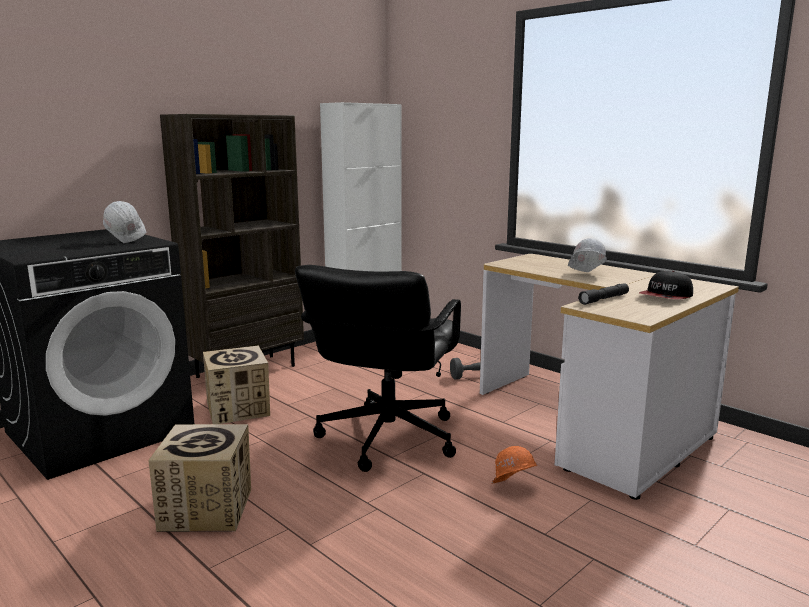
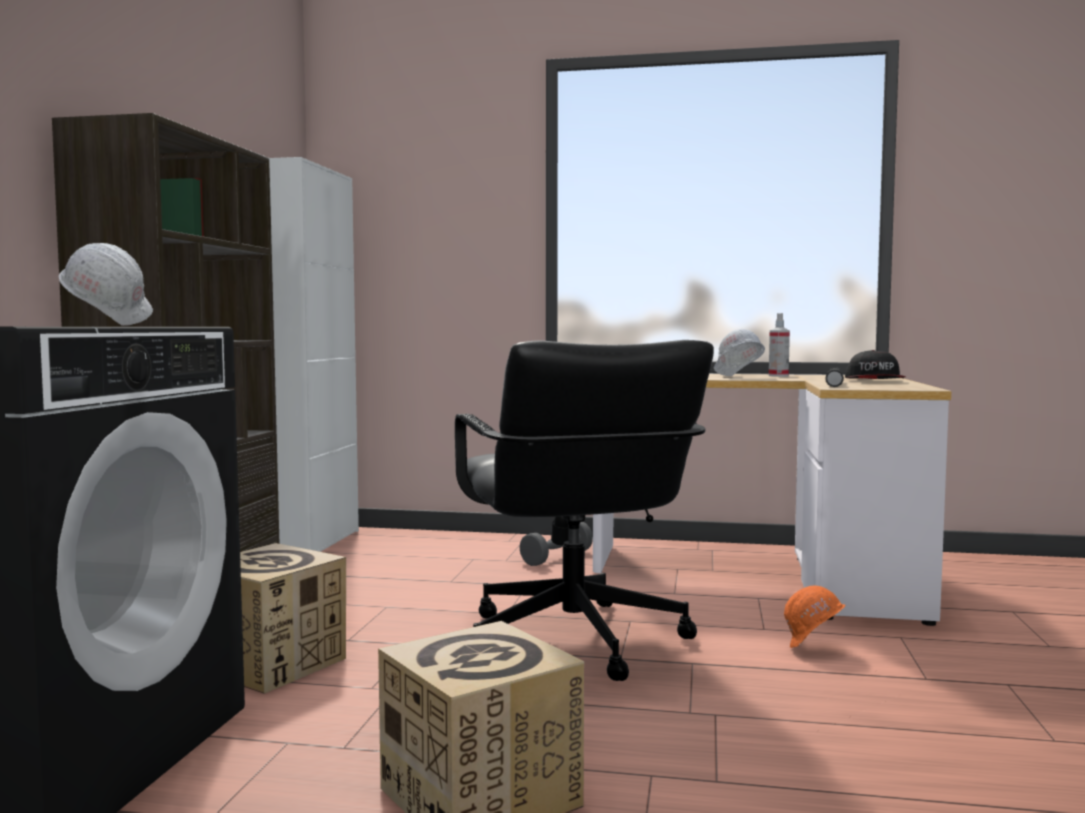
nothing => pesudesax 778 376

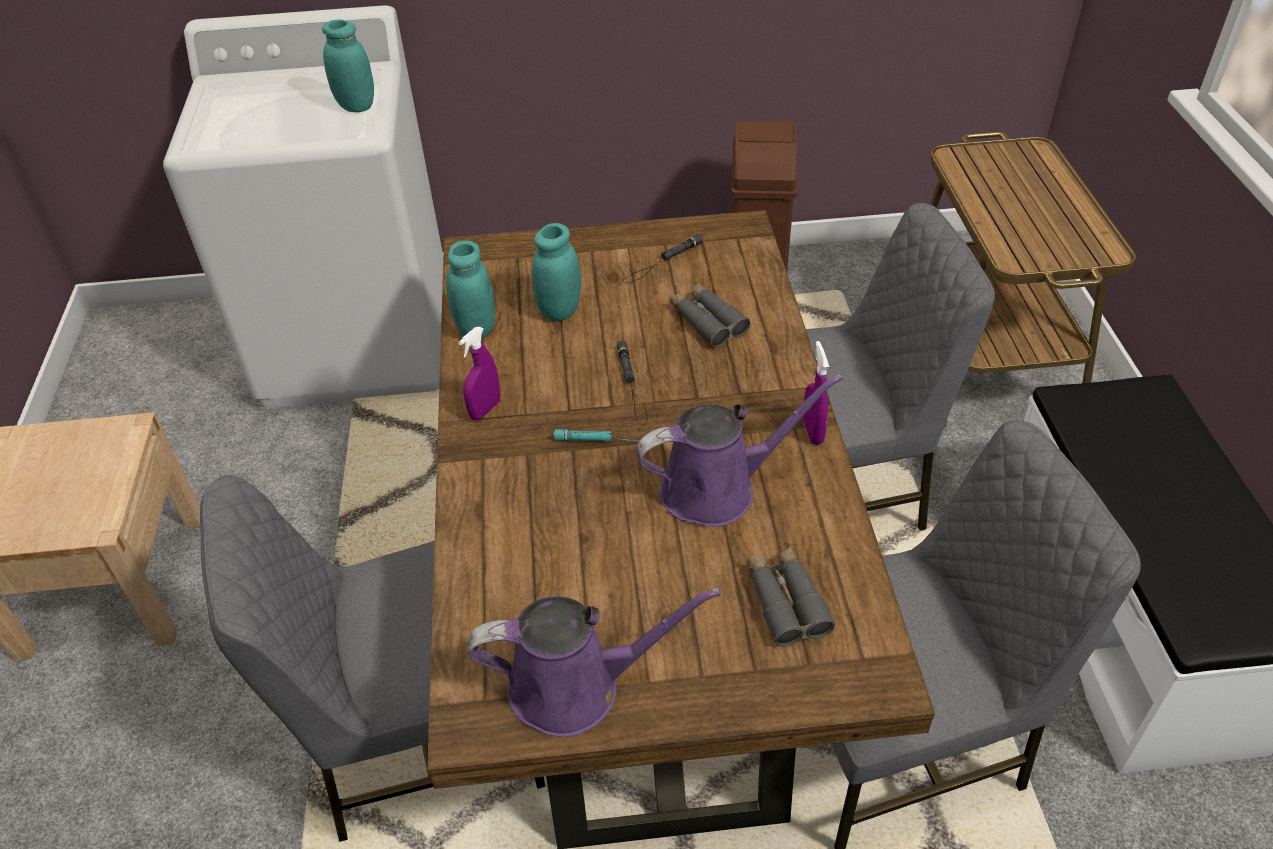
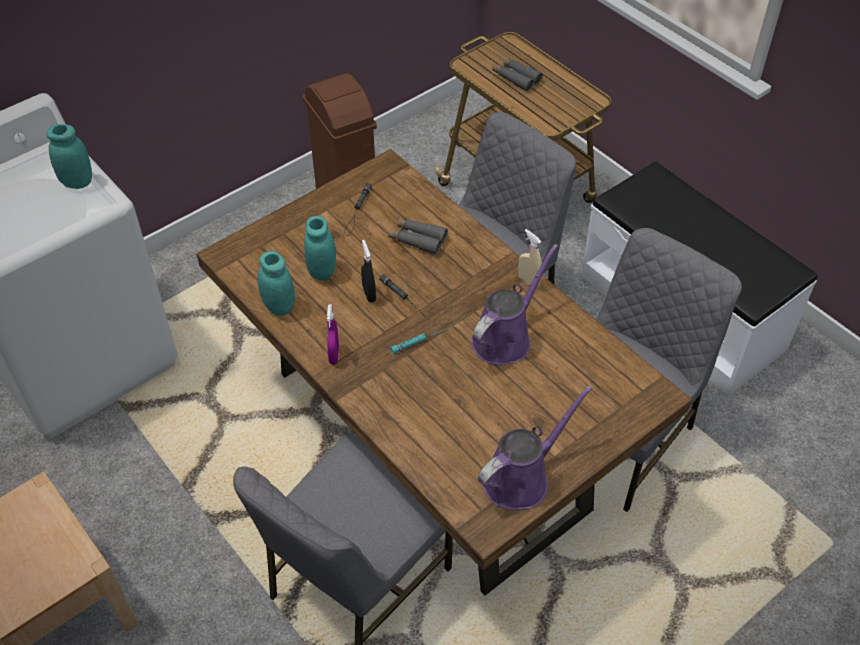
nothing => pesudesax (black) 369 294
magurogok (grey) 785 602 => magurogok (grey) 516 78, relocated
pesudesax (purple) 812 432 => pesudesax (beige) 528 281

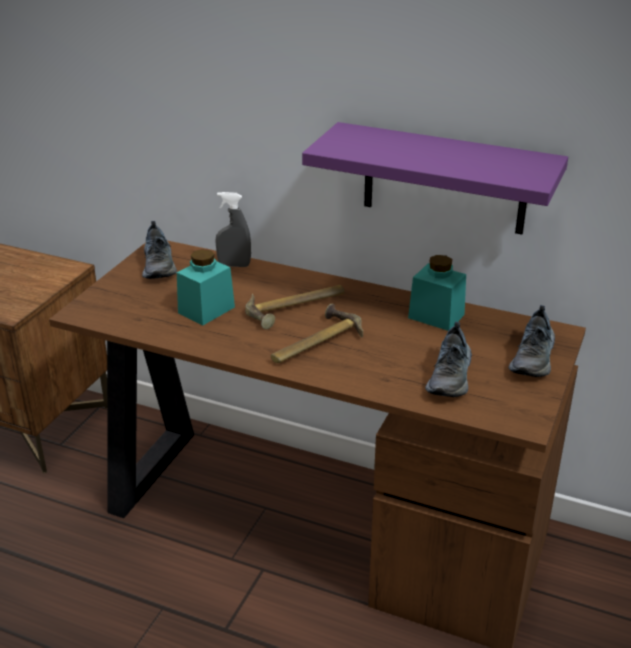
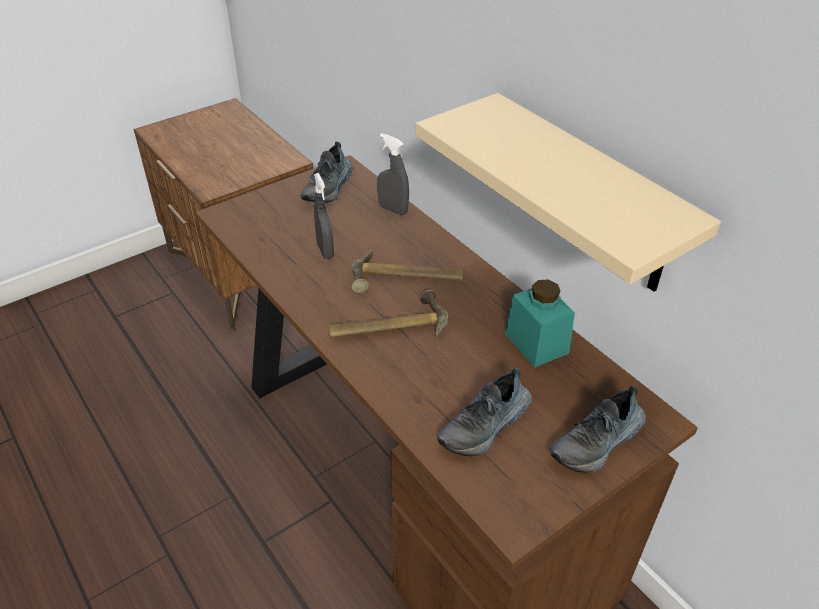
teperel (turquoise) 206 310 => pesudesax (grey) 325 251
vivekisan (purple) 444 179 => vivekisan (beige) 587 195

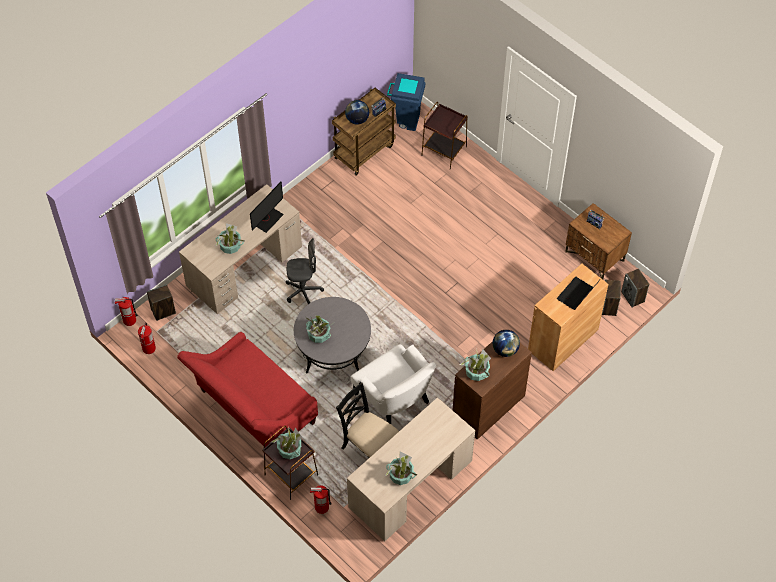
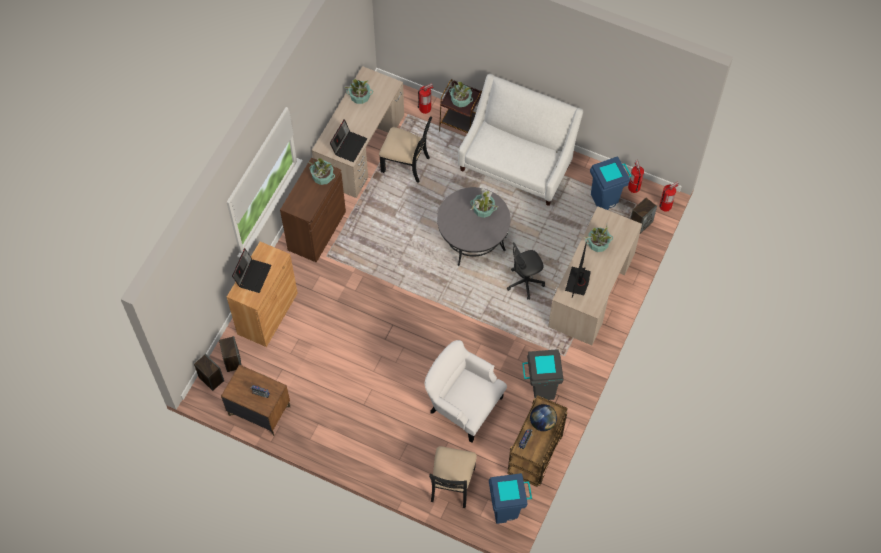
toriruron 505 350 => nothing
nothing => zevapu 349 145
nothing => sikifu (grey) 540 389
nothing => sikifu (blue) 606 200
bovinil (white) 394 398 => bovinil (white) 463 405, relocated
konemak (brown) 444 151 => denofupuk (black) 452 484
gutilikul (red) 252 411 => gutilikul (white) 517 164

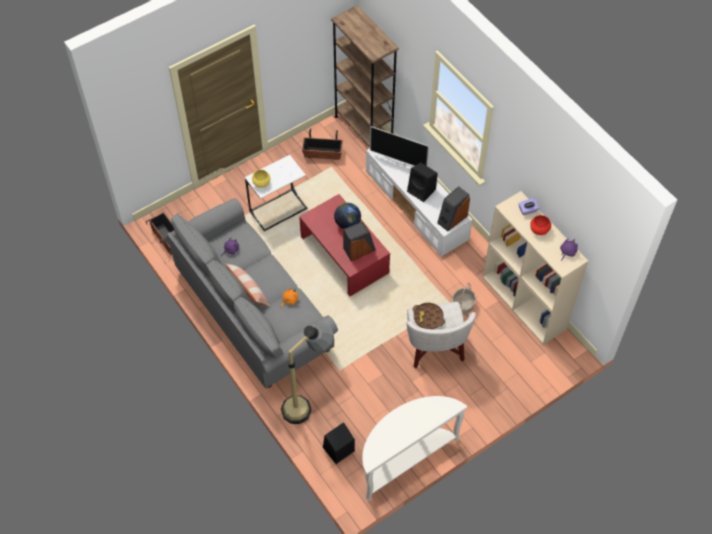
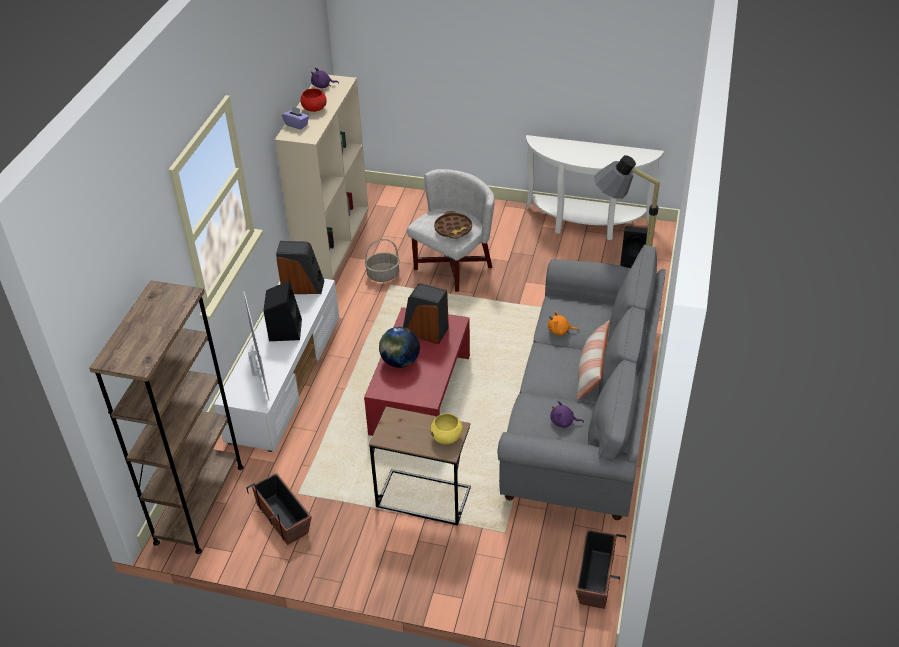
konemak (white) 278 210 => konemak (brown) 423 497

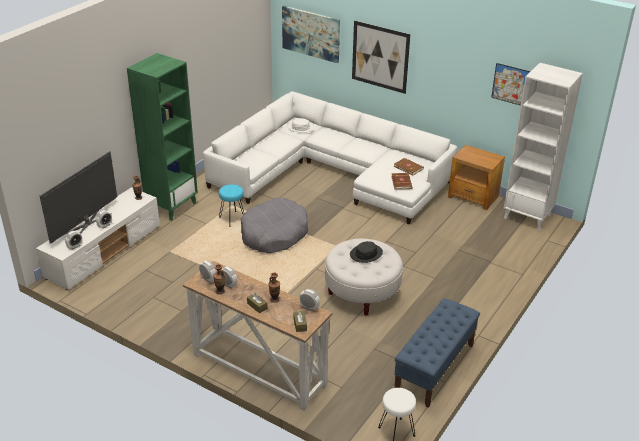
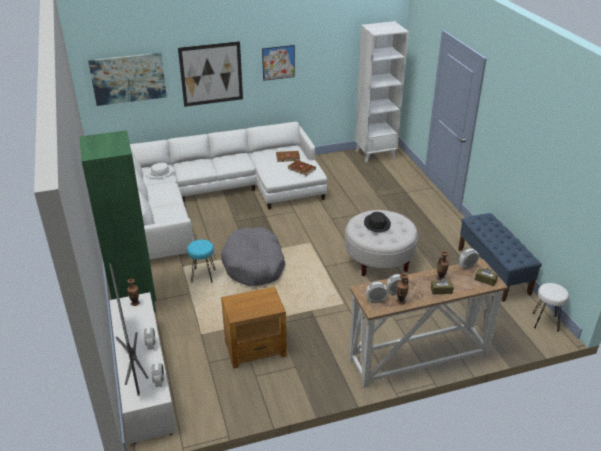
konemak (brown) 473 197 => konemak (brown) 256 348, relocated
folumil 511 84 => folumil 278 62, relocated

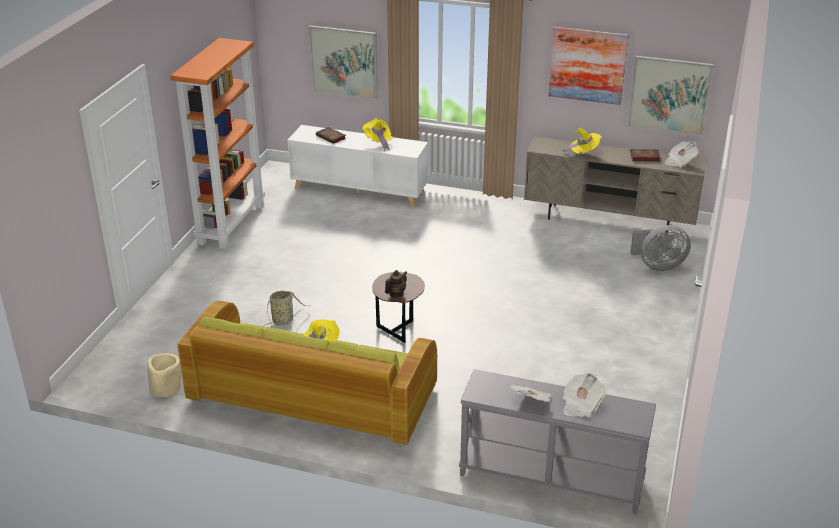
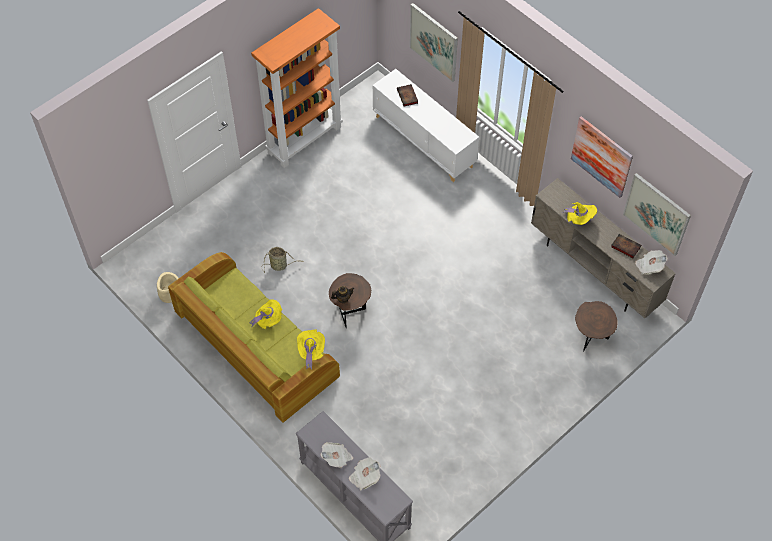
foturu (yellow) 378 142 => foturu (yellow) 311 351, relocated
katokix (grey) 658 266 => konemak (brown) 590 340

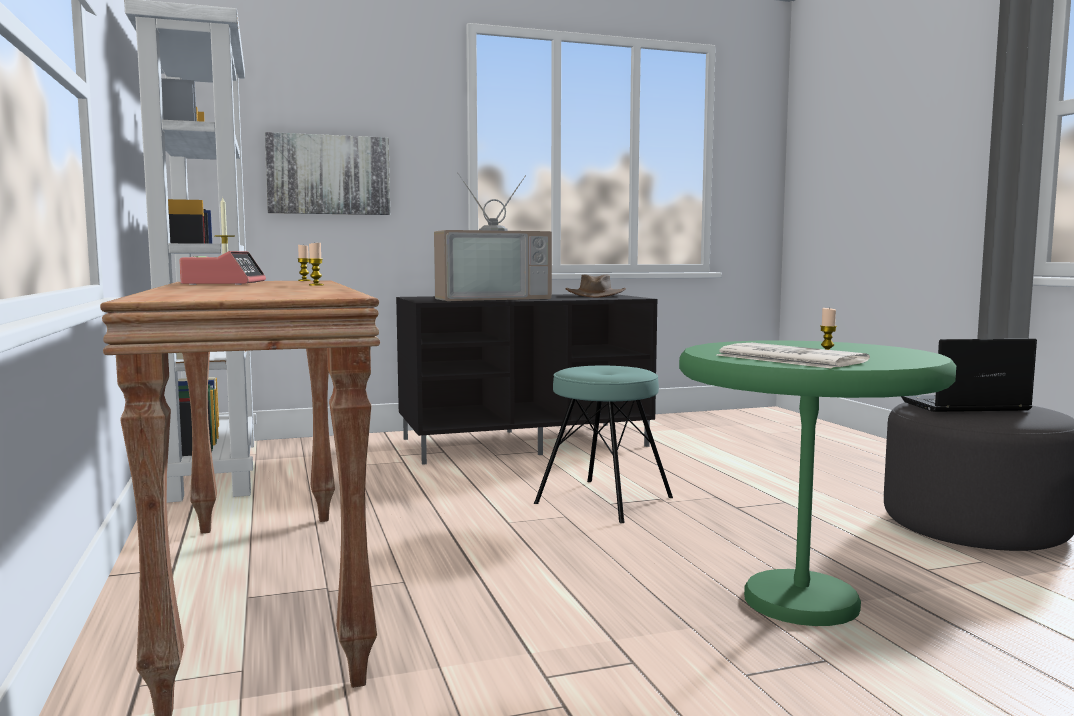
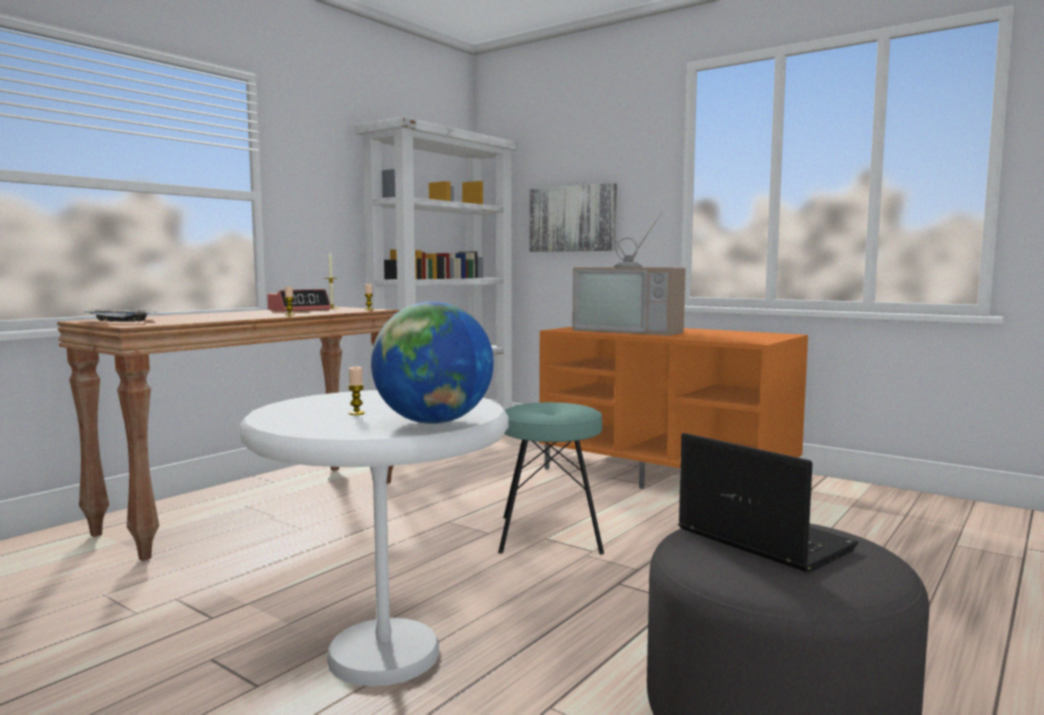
foturu (brown) 595 296 => nothing
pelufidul 787 358 => nothing
nothing => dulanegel 120 321
nothing => toriruron 433 422
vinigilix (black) 525 442 => vinigilix (orange) 668 475
konemak (green) 800 601 => konemak (white) 383 654

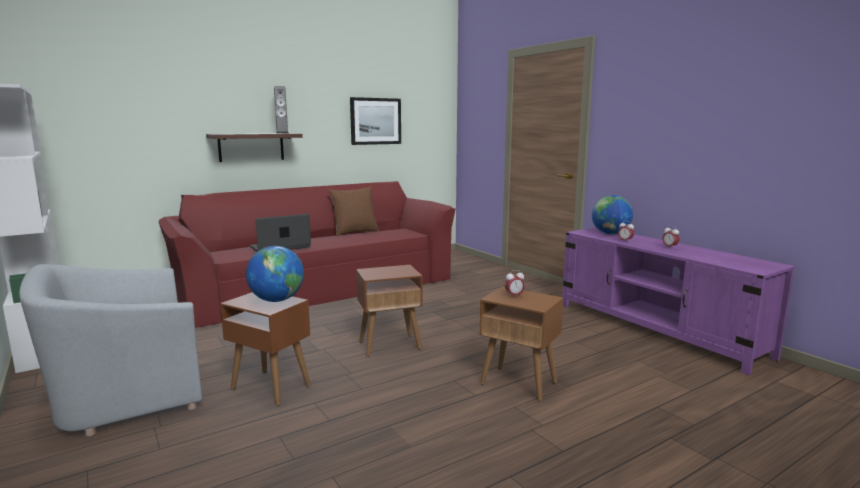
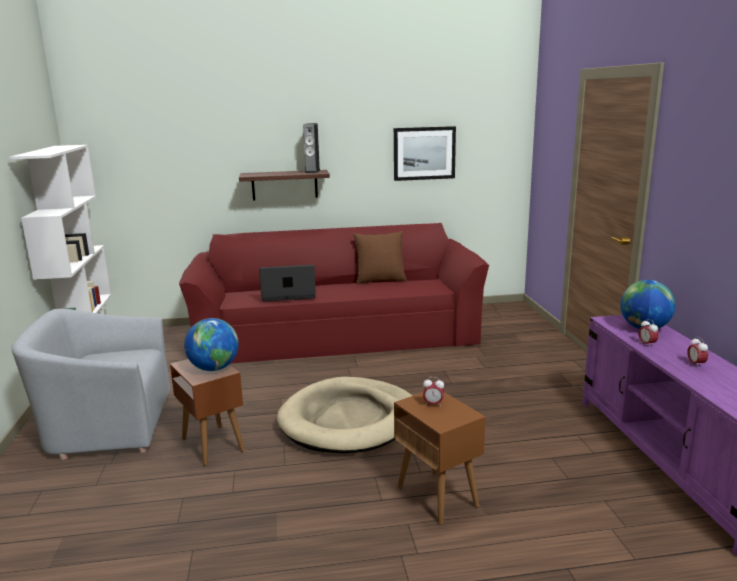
konemak (brown) 390 345 => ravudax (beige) 349 420

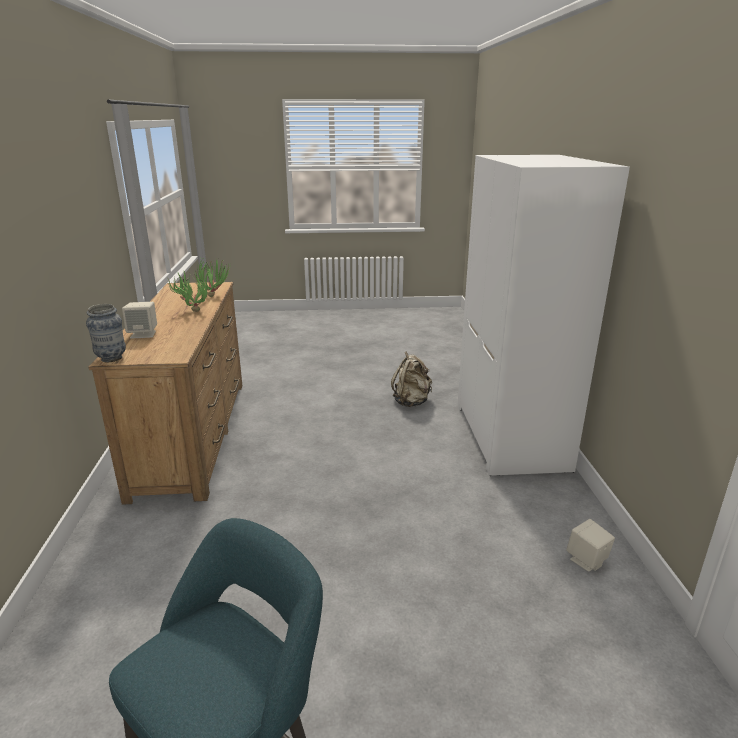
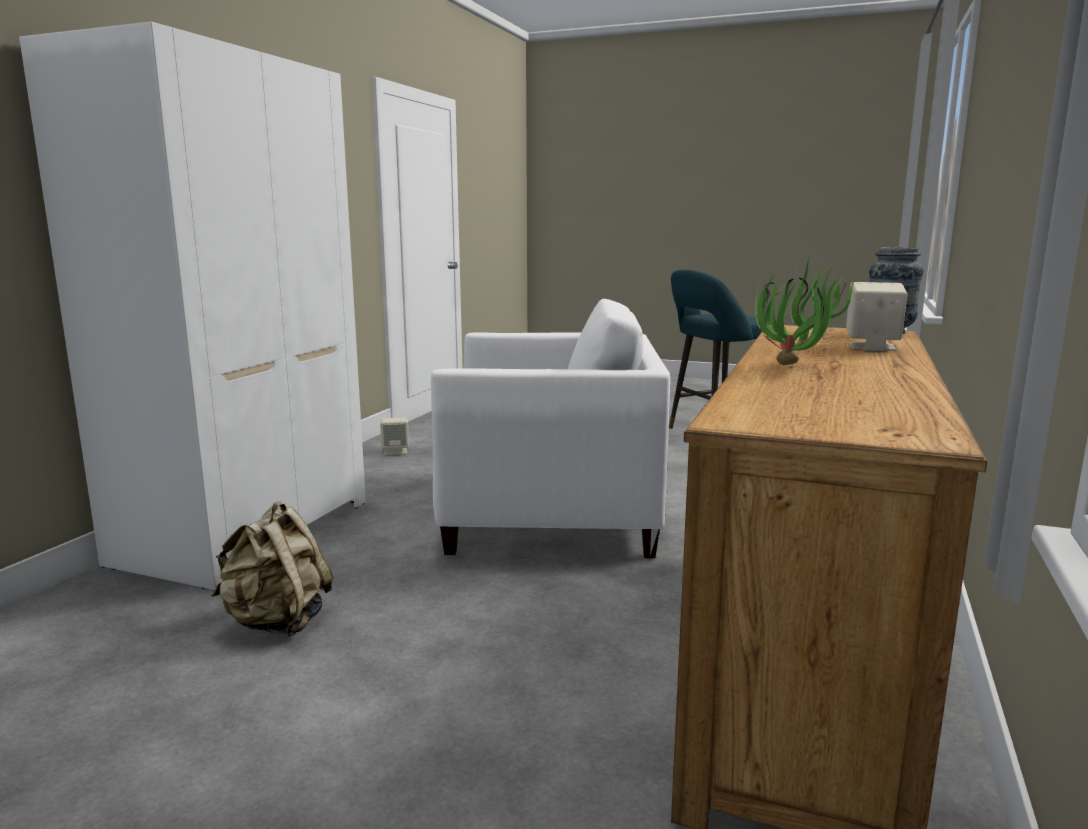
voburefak 214 295 => nothing
nothing => bovinil (white) 550 511

